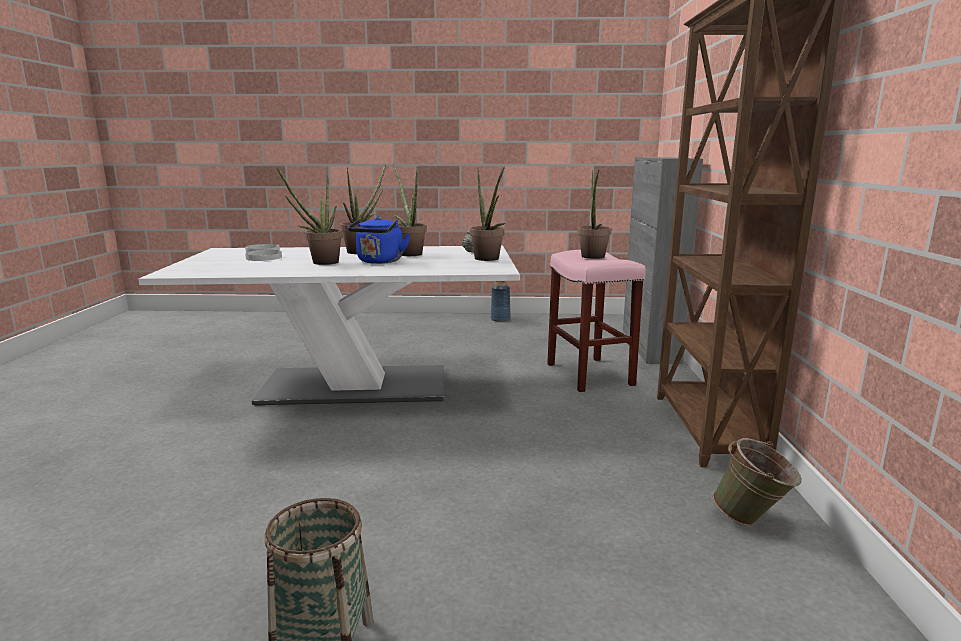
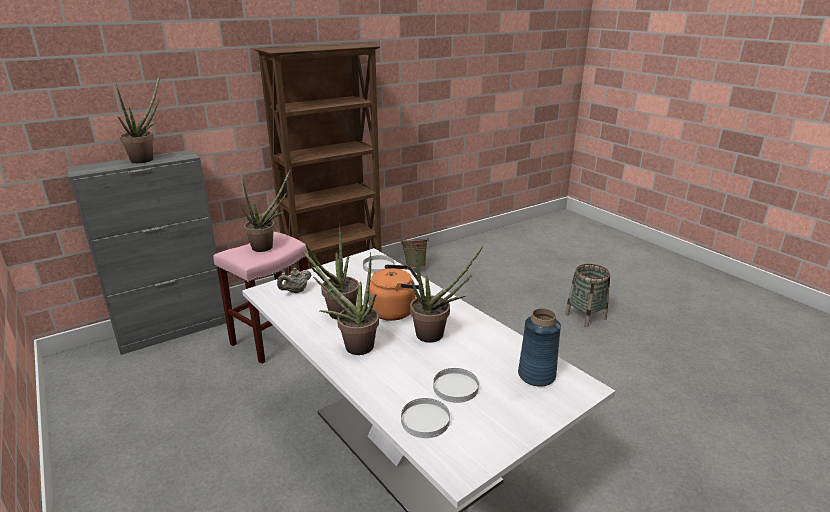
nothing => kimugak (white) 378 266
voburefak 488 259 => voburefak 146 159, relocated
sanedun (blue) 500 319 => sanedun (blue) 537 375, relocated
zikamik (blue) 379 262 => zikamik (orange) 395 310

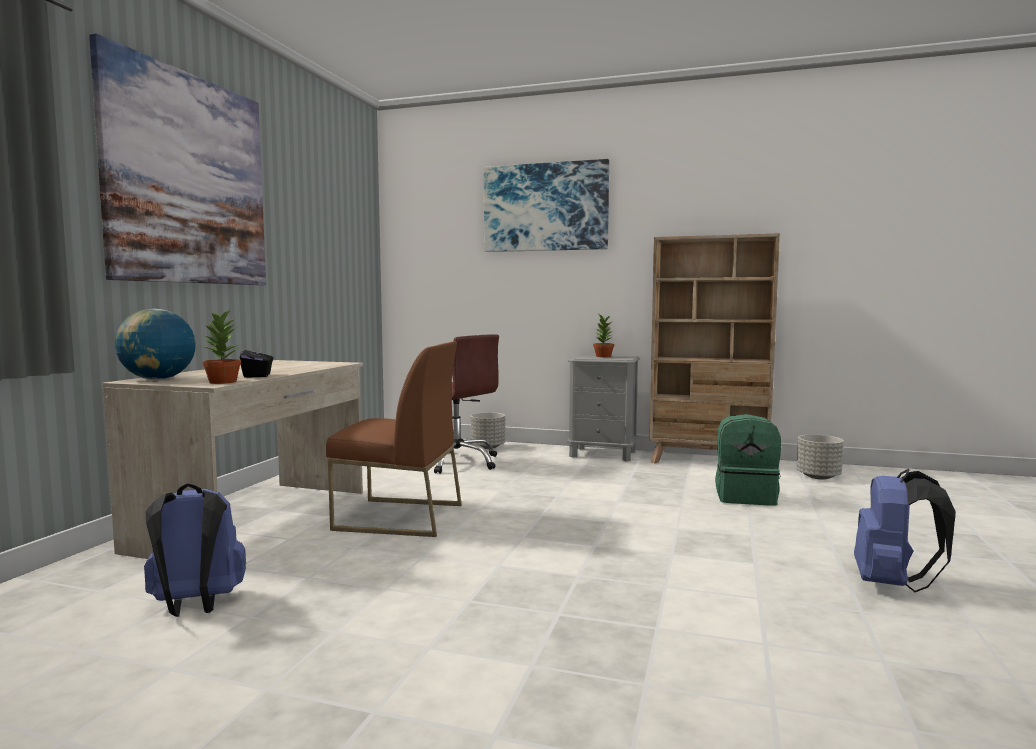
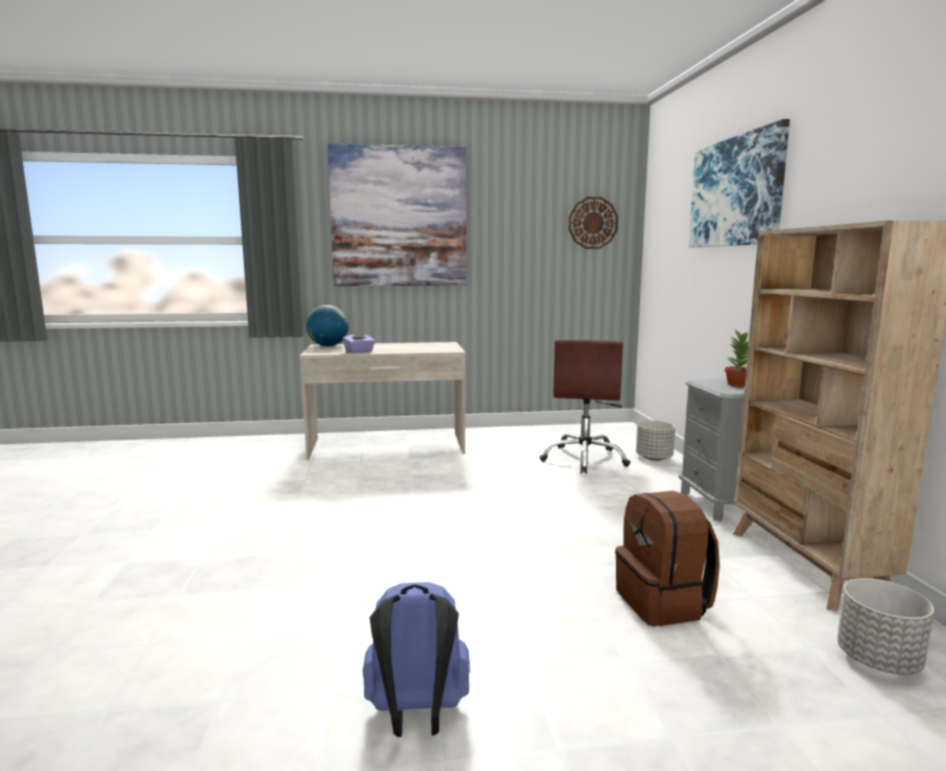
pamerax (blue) 196 606 => nothing
voburefak 223 382 => nothing
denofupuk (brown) 398 517 => nothing
nothing => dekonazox 593 223
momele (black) 258 375 => momele (purple) 359 351
pamerax (green) 745 497 => pamerax (brown) 664 603

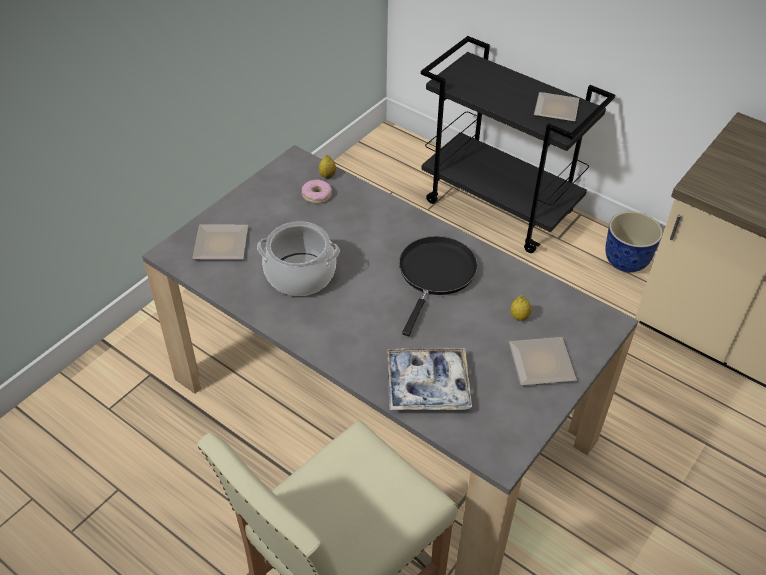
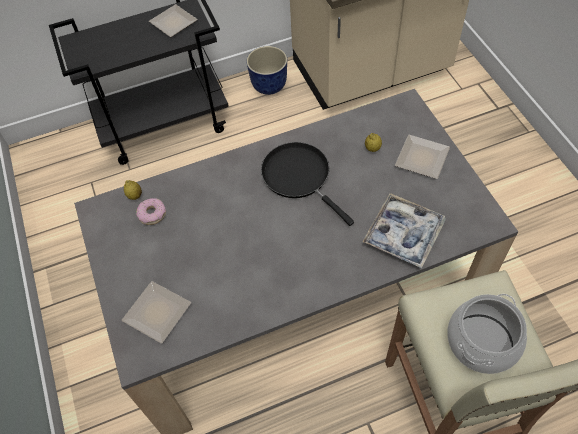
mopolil 300 275 => mopolil 482 343, relocated

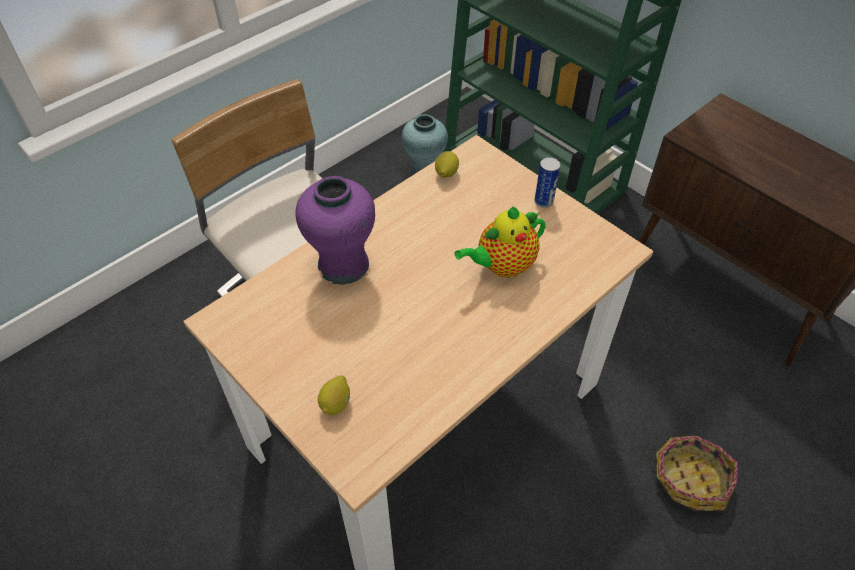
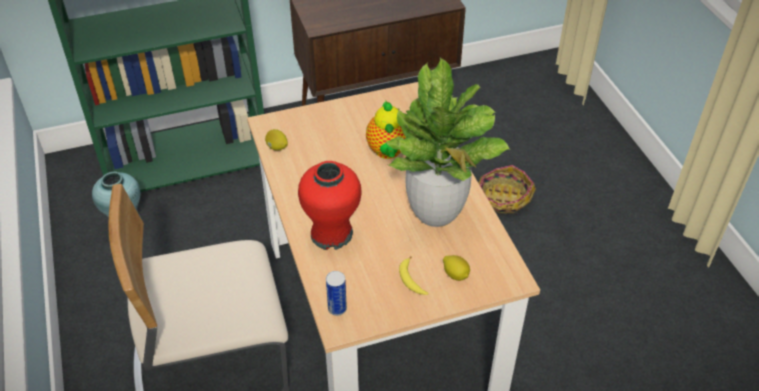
nothing => voburefak 436 212
nothing => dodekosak 411 280
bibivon 543 201 => bibivon 337 308, relocated
sanedun (purple) 343 266 => sanedun (red) 332 234

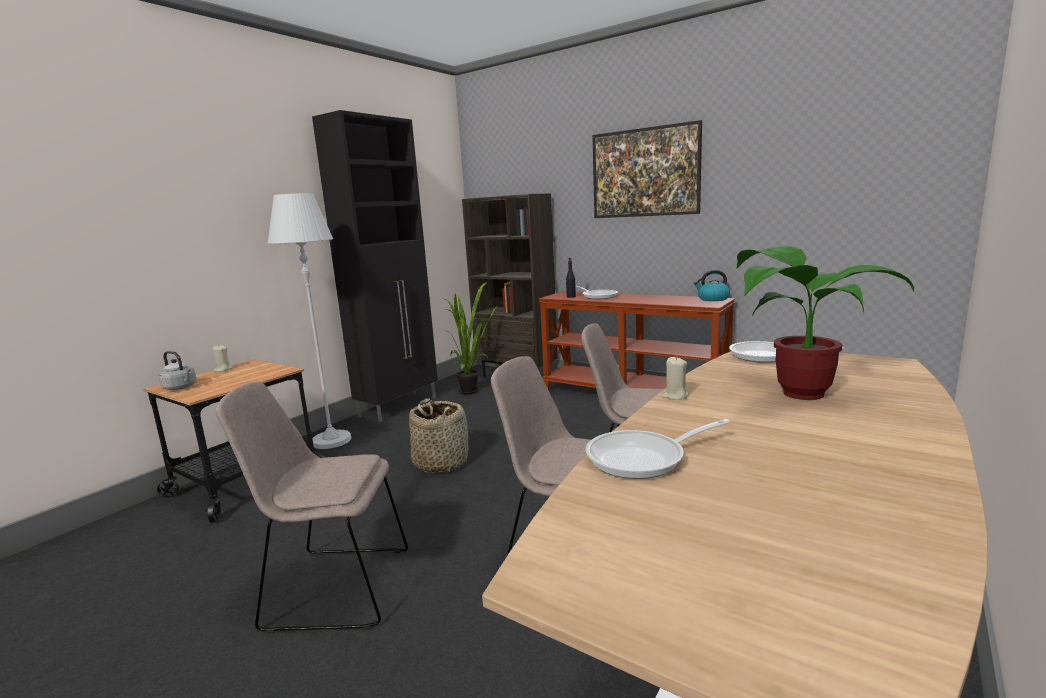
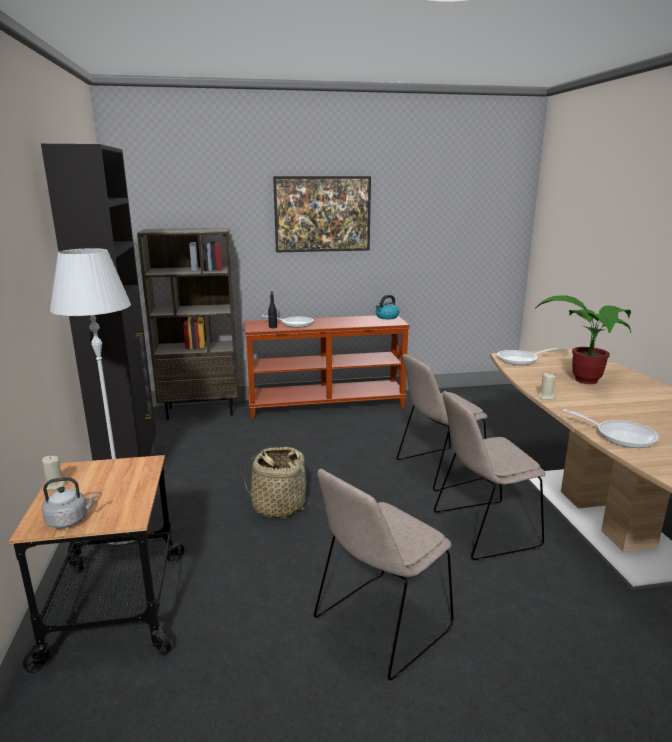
voburefak 473 391 => nothing
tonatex 643 458 => tonatex 620 436, 75 degrees counterclockwise

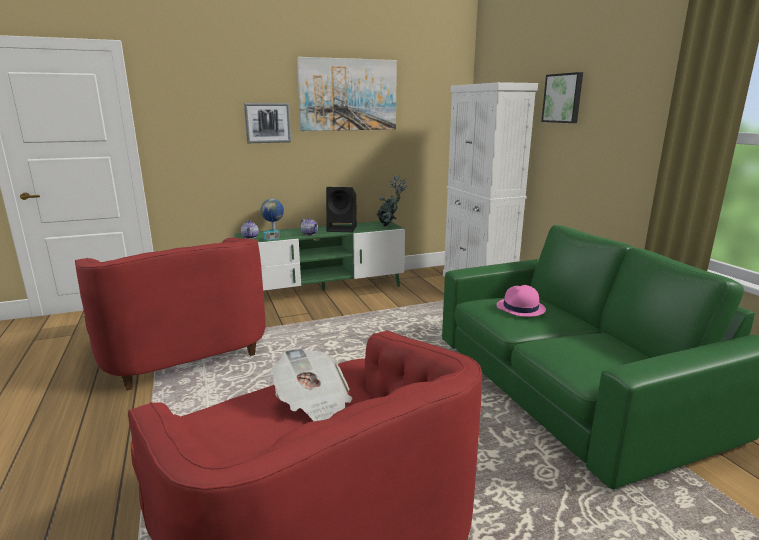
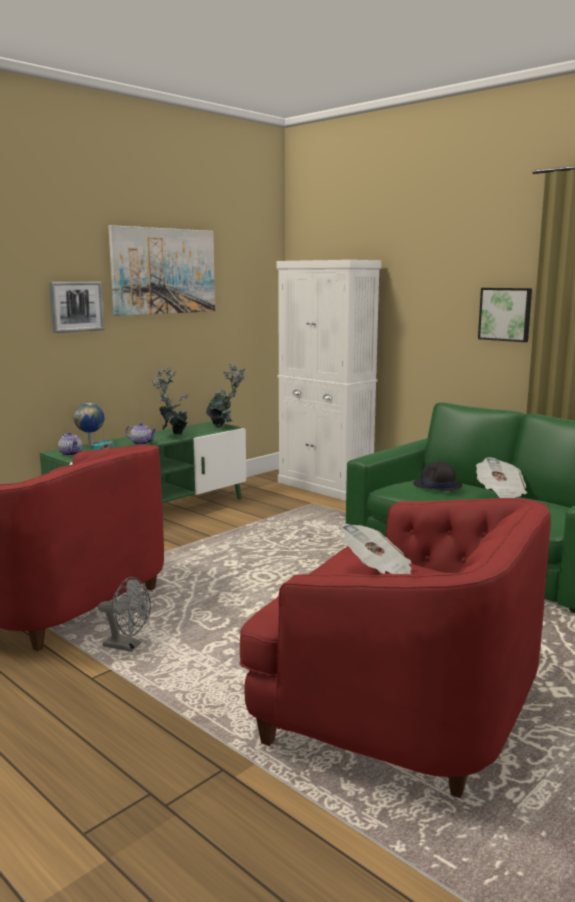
nothing => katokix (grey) 128 646
nothing => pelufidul 500 492
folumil 563 98 => folumil 505 314, relocated
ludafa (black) 342 228 => voburefak 173 434
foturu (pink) 520 308 => foturu (black) 437 485

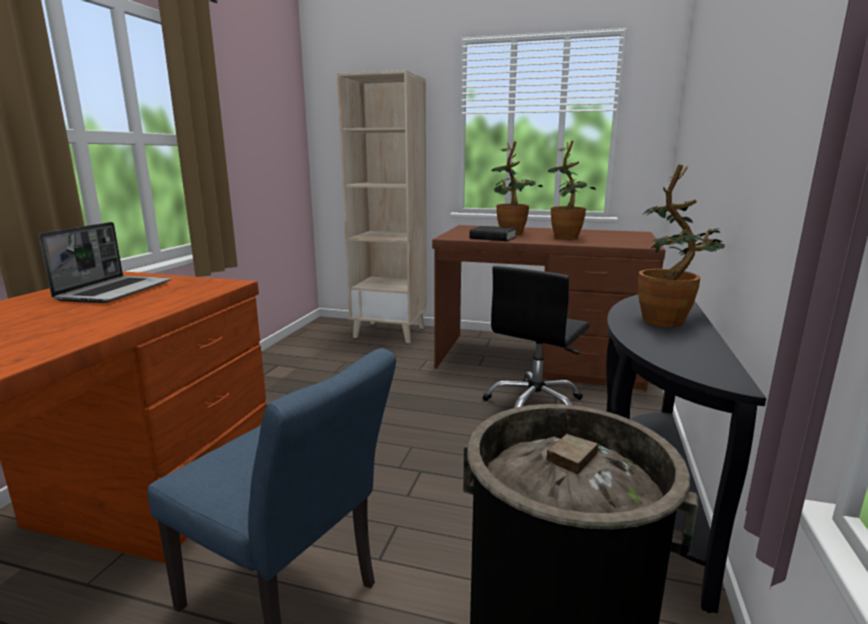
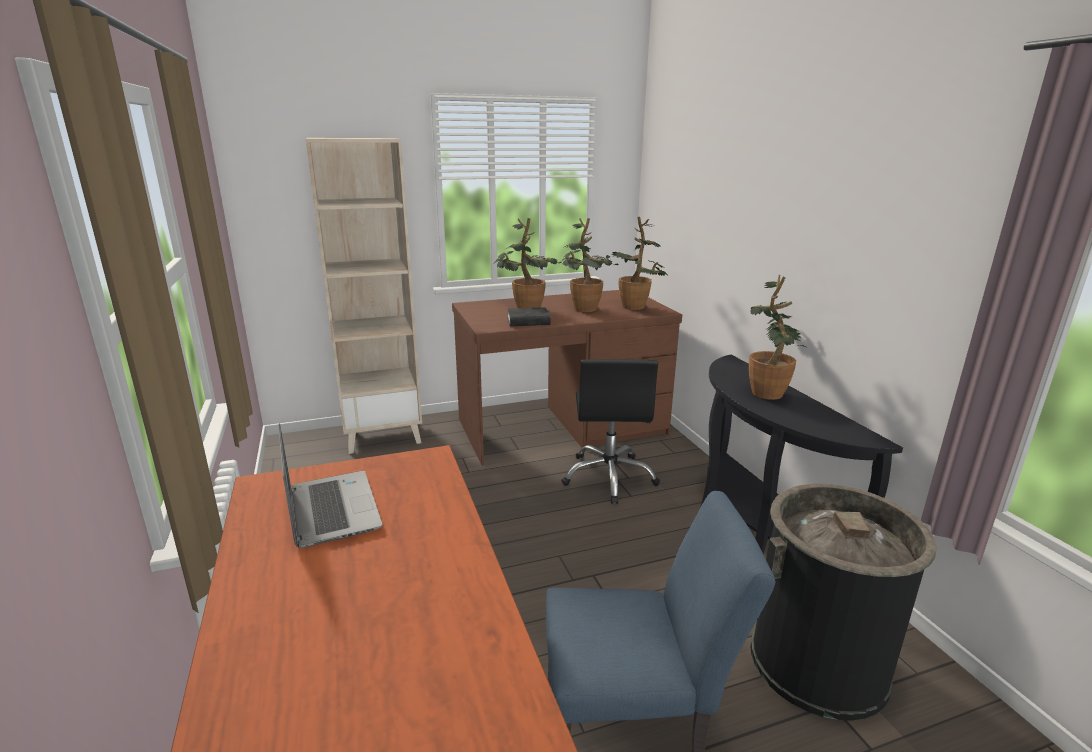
nothing => voburefak 635 308

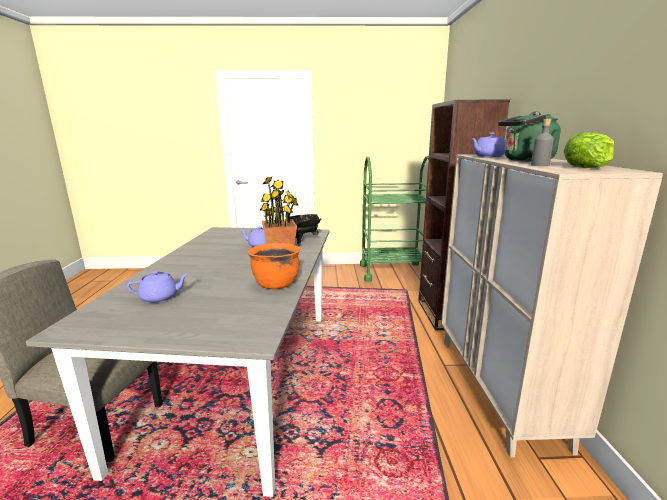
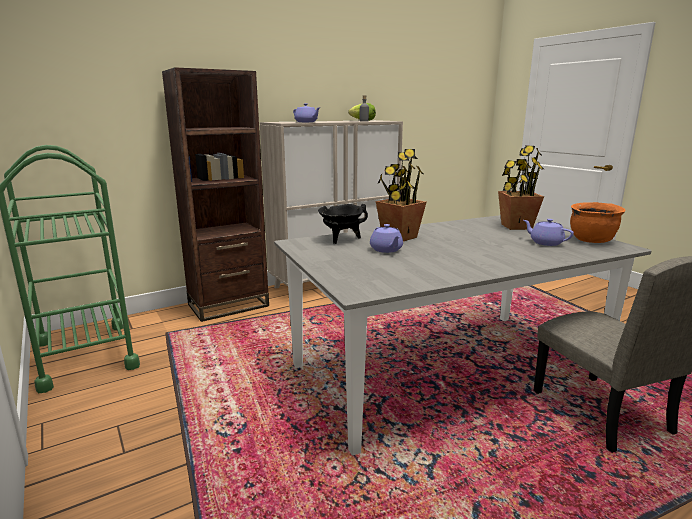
zikamik (green) 525 160 => nothing
nothing => voburefak 516 226
mopolil (orange) 276 284 => mopolil (orange) 592 241, relocated

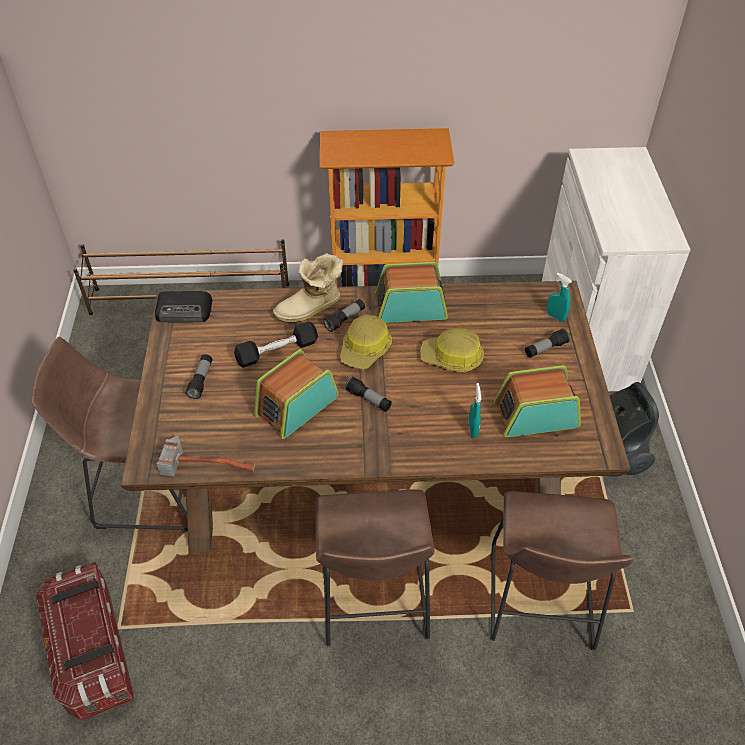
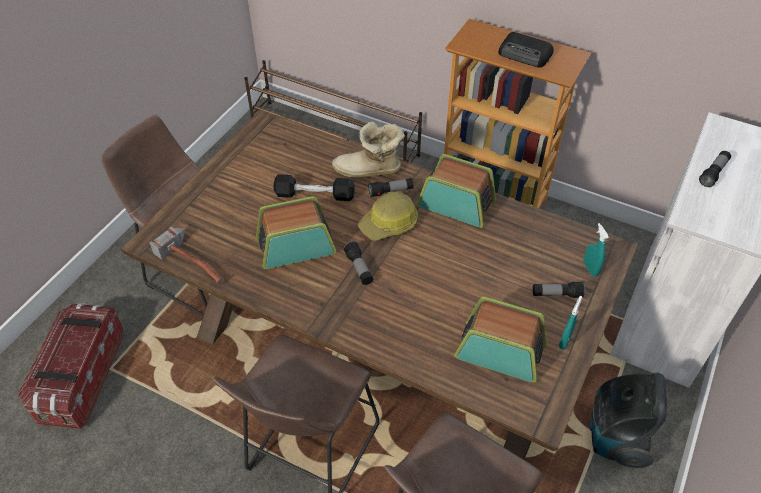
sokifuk 452 358 => nothing
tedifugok 185 311 => tedifugok 525 54, relocated
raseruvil 201 380 => raseruvil 713 173, relocated
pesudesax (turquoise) 473 429 => pesudesax (turquoise) 565 340, relocated

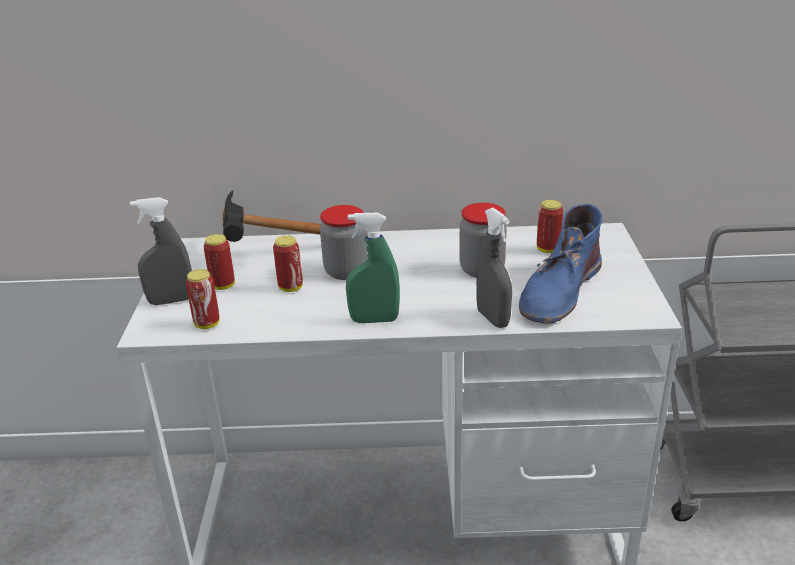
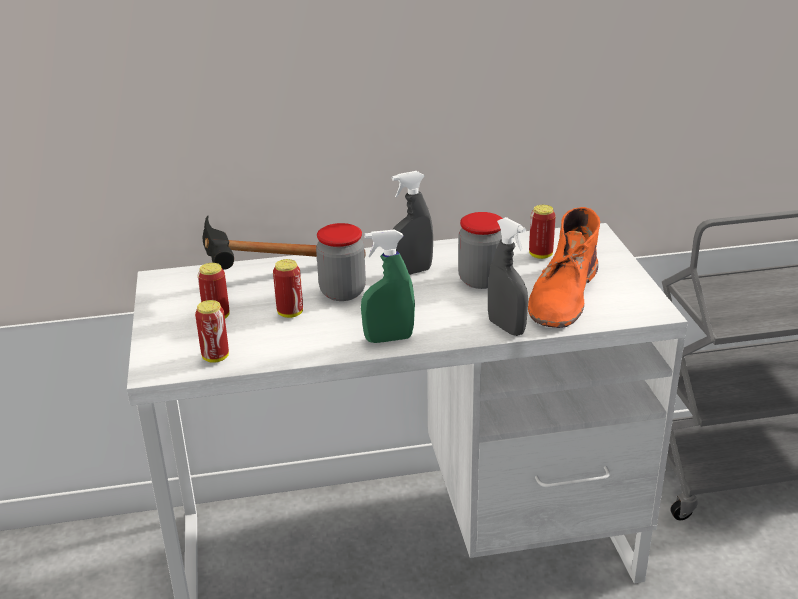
pesudesax (grey) 171 301 => pesudesax (grey) 411 272, relocated
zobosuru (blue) 559 290 => zobosuru (orange) 563 295

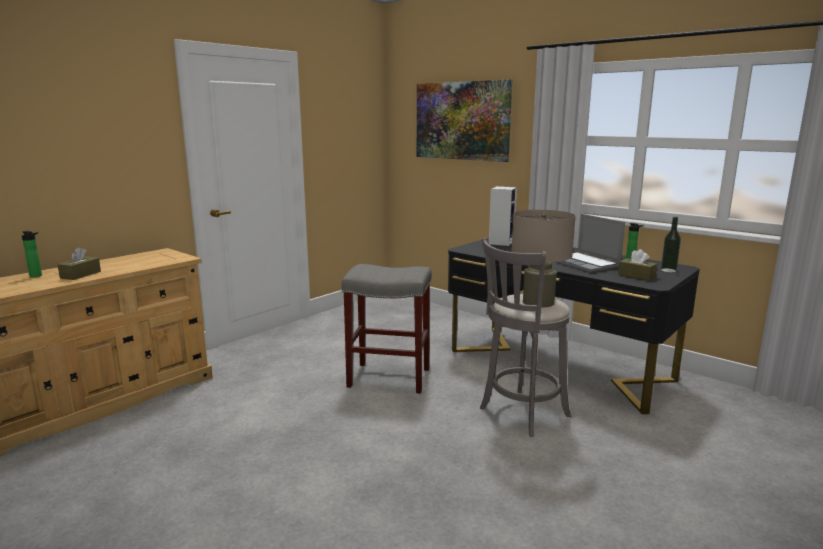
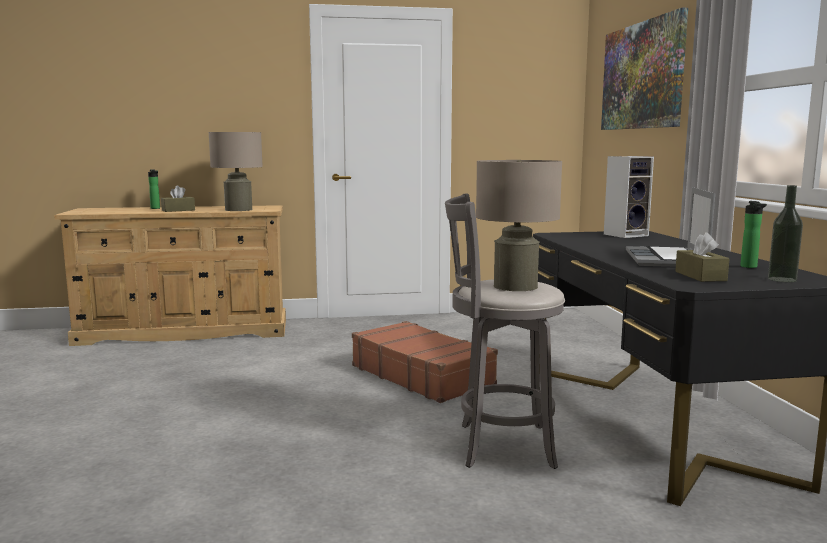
nothing => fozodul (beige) 238 209
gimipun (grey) 388 378 => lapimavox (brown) 422 375

